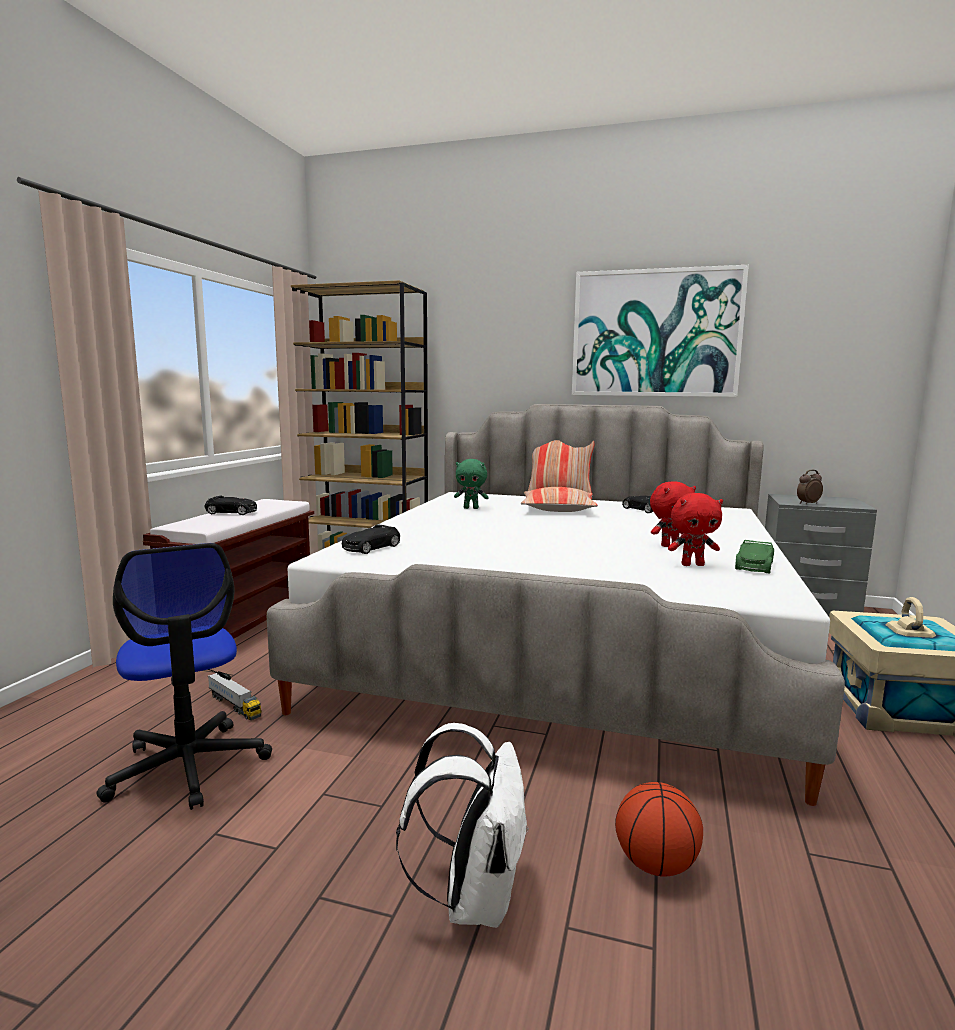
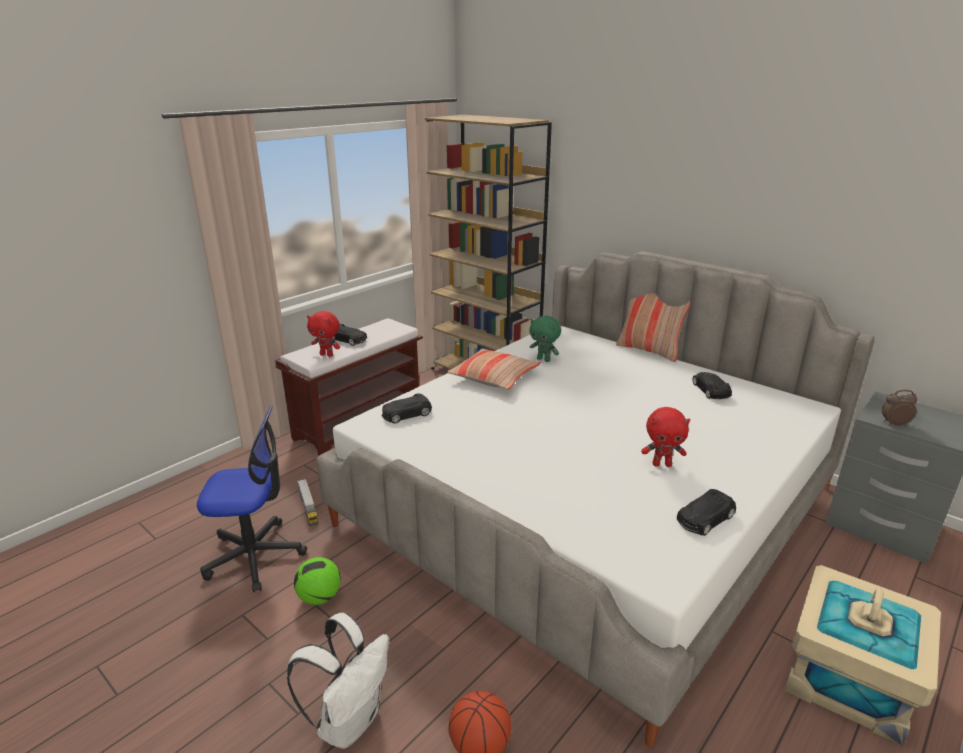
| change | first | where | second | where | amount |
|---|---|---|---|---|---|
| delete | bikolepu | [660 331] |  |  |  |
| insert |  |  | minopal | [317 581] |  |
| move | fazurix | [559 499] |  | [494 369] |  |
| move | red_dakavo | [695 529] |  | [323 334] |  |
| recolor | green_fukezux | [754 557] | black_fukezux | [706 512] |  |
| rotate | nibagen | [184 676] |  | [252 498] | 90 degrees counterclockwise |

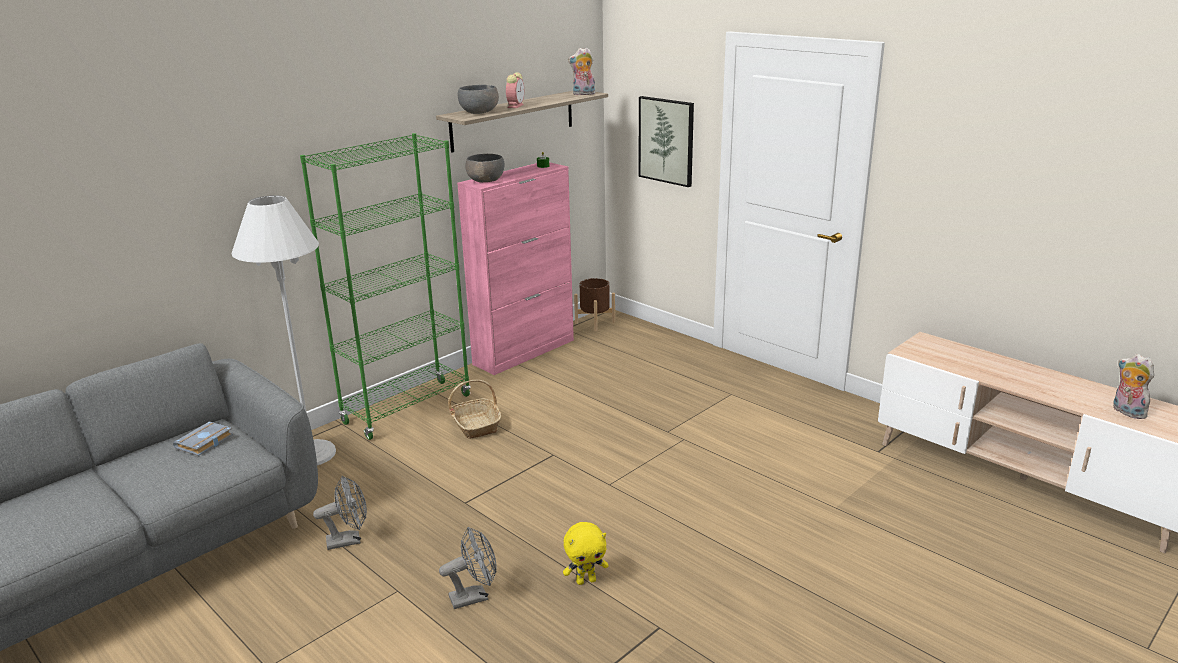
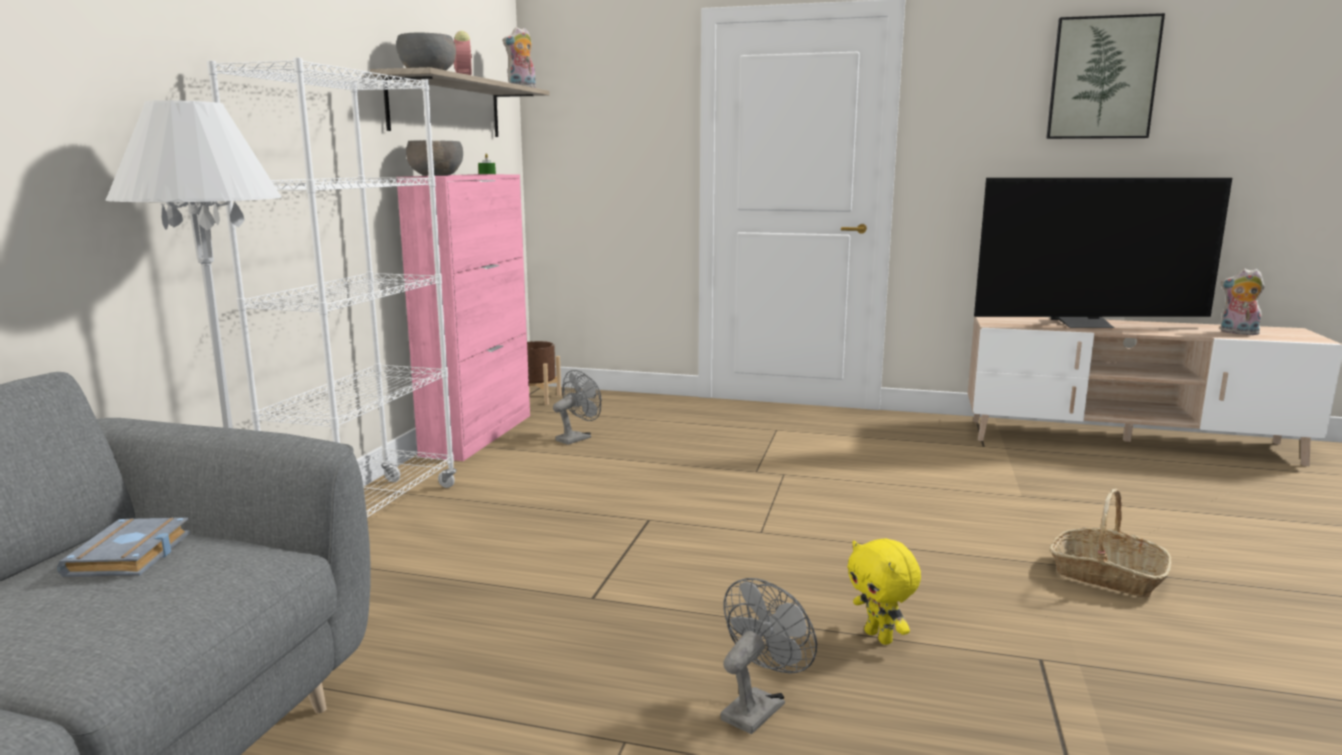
| change | first | where | second | where | amount |
|---|---|---|---|---|---|
| insert |  |  | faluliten | [1103 253] |  |
| move | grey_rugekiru | [340 513] |  | [577 407] |  |
| move | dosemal | [474 409] |  | [1111 543] |  |
| move | bikolepu | [666 141] |  | [1105 76] |  |
| recolor | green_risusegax | [385 286] | white_risusegax | [331 287] |  |
| rotate | yellow_dakavo | [586 553] |  | [884 591] | 105 degrees clockwise |

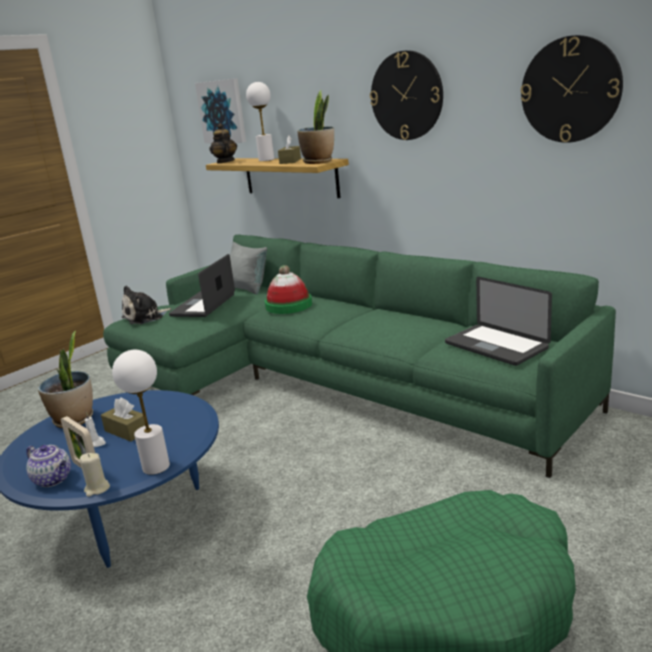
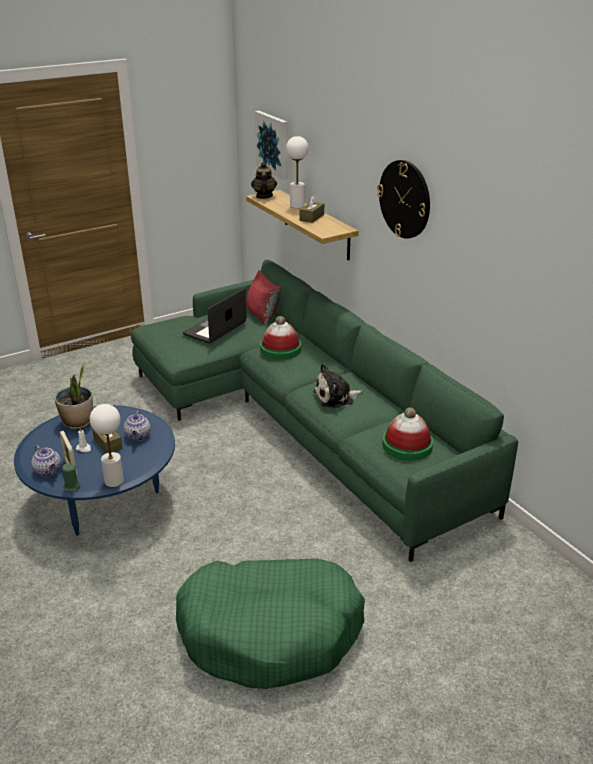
| change | first | where | second | where | amount |
|---|---|---|---|---|---|
| delete | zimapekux | [315 127] |  |  |  |
| delete | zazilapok | [572 89] |  |  |  |
| insert |  |  | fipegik | [137 425] |  |
| move | dakavo | [147 304] |  | [337 386] |  |
| replace | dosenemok | [498 321] | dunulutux | [407 434] |  |
| recolor | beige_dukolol | [95 475] | green_dukolol | [71 478] |  |
| recolor | grey_fazurix | [248 268] | red_fazurix | [263 298] |  |

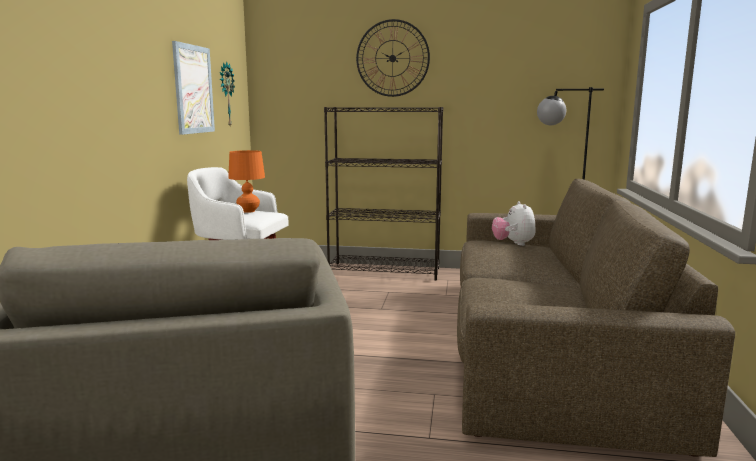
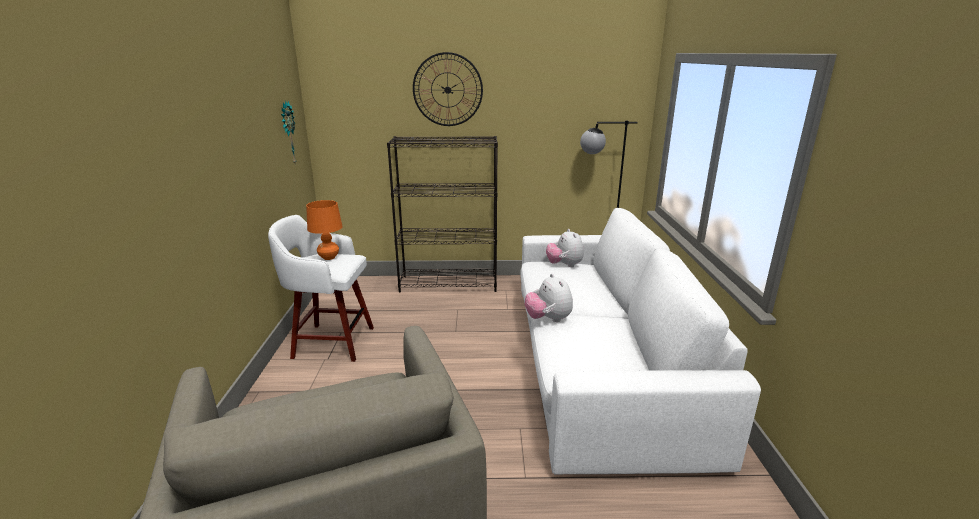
| change | first | where | second | where | amount |
|---|---|---|---|---|---|
| delete | bikolepu | [193 88] |  |  |  |
| insert |  |  | dakavo | [549 298] |  |
| recolor | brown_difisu | [596 318] | white_difisu | [640 341] |  |

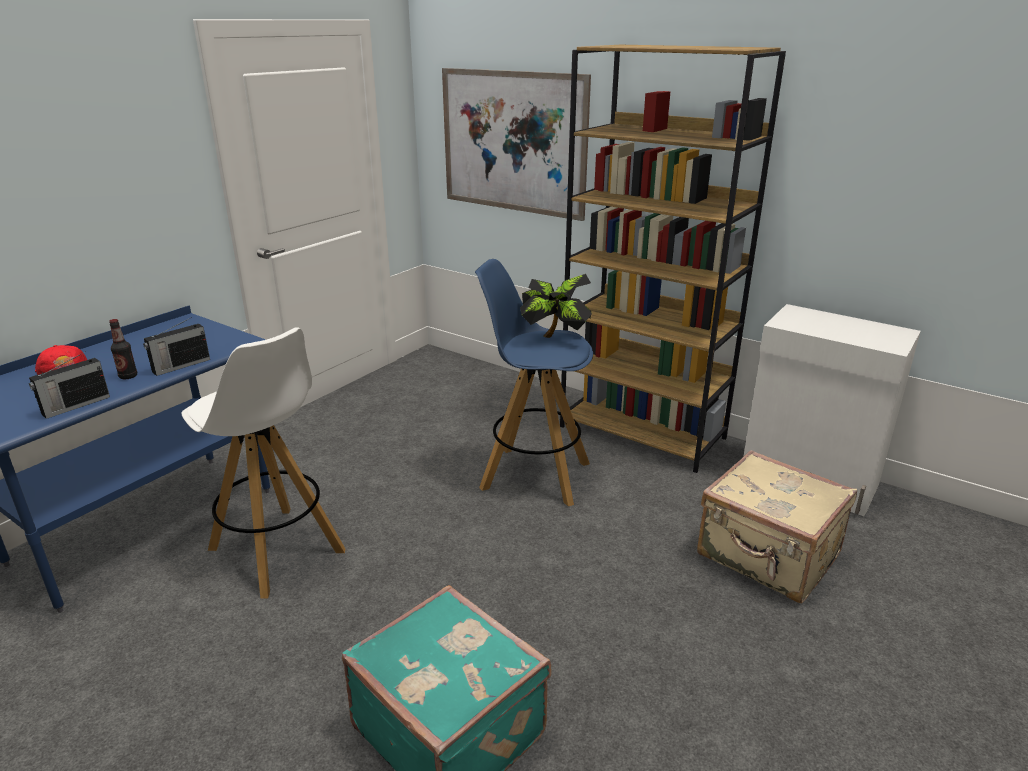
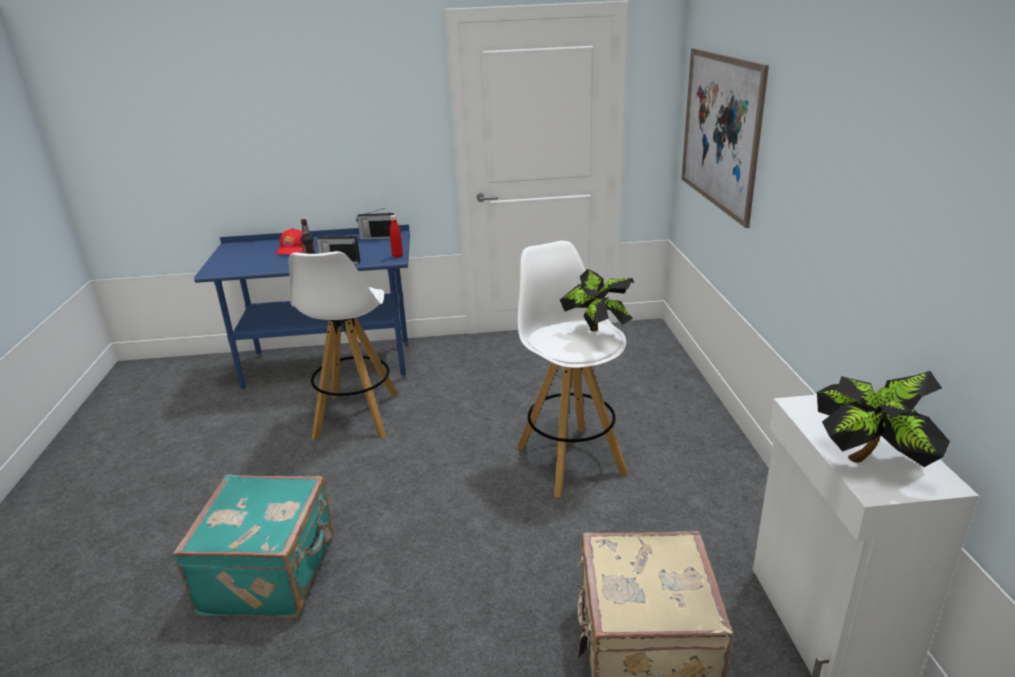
| change | first | where | second | where | amount |
|---|---|---|---|---|---|
| delete | brown_risusegax | [673 259] |  |  |  |
| insert |  |  | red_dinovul | [396 236] |  |
| insert |  |  | zimapekux | [883 419] |  |
| move | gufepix | [69 385] |  | [375 223] |  |
| recolor | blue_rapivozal | [534 382] | white_rapivozal | [572 369] |  |

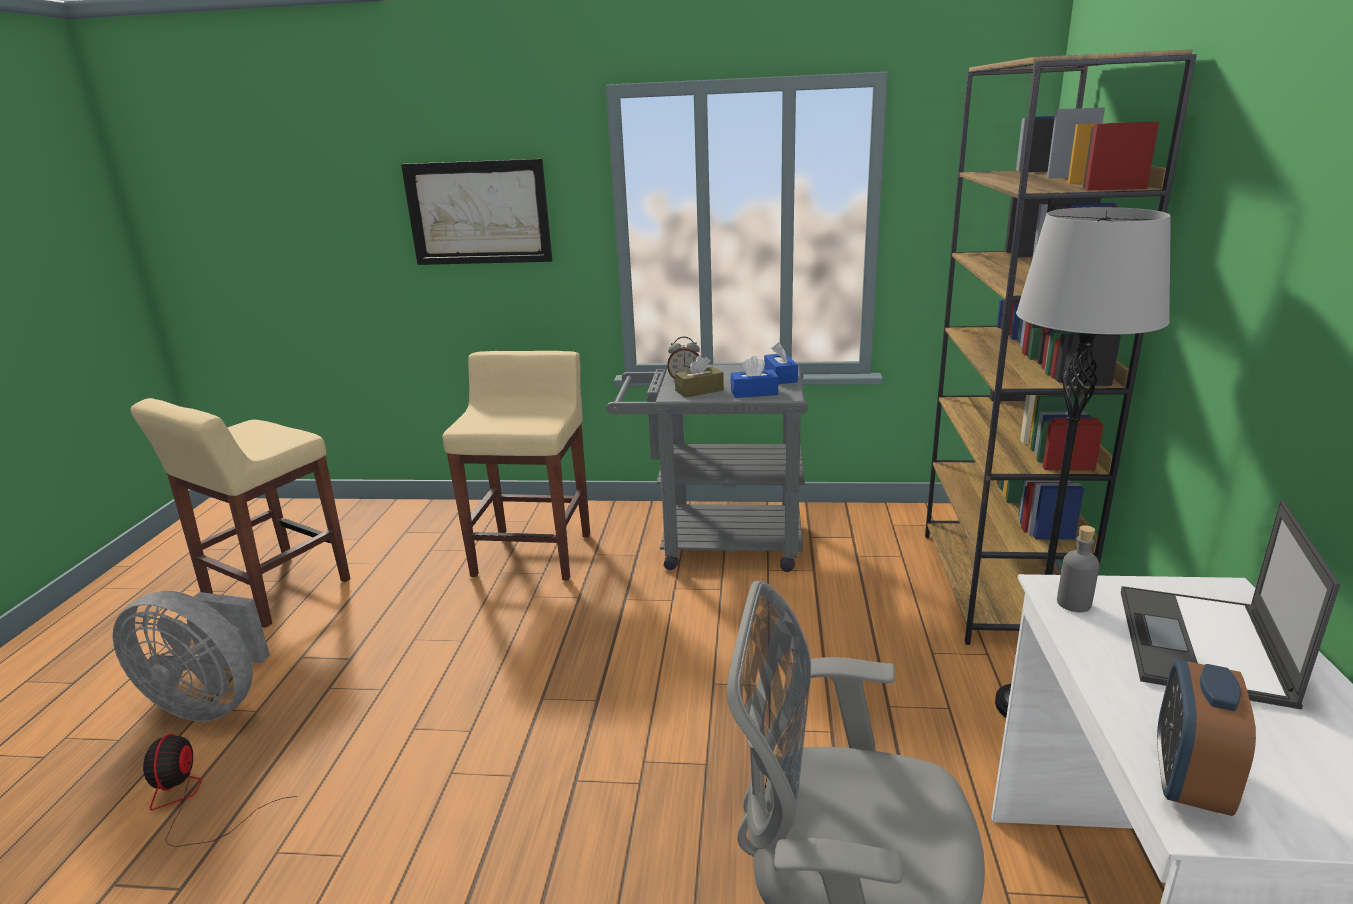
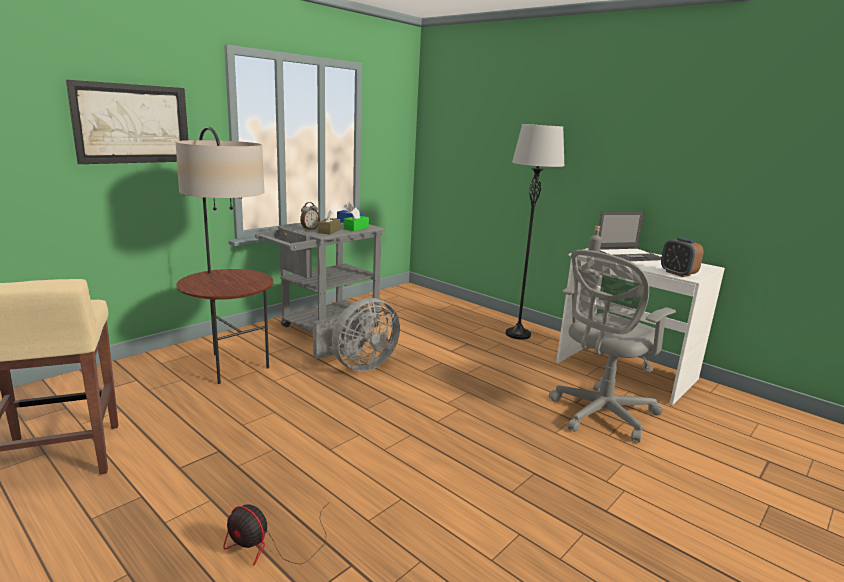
| change | first | where | second | where | amount |
|---|---|---|---|---|---|
| delete | brown_risusegax | [1061 347] |  |  |  |
| move | grey_rugekiru | [191 656] |  | [356 334] |  |
| replace | beige_rapivozal | [516 466] | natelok | [224 255] |  |
| recolor | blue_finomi | [755 377] | green_finomi | [356 219] |  |
| rotate | dosenemok | [1230 605] |  | [629 236] | 75 degrees counterclockwise |

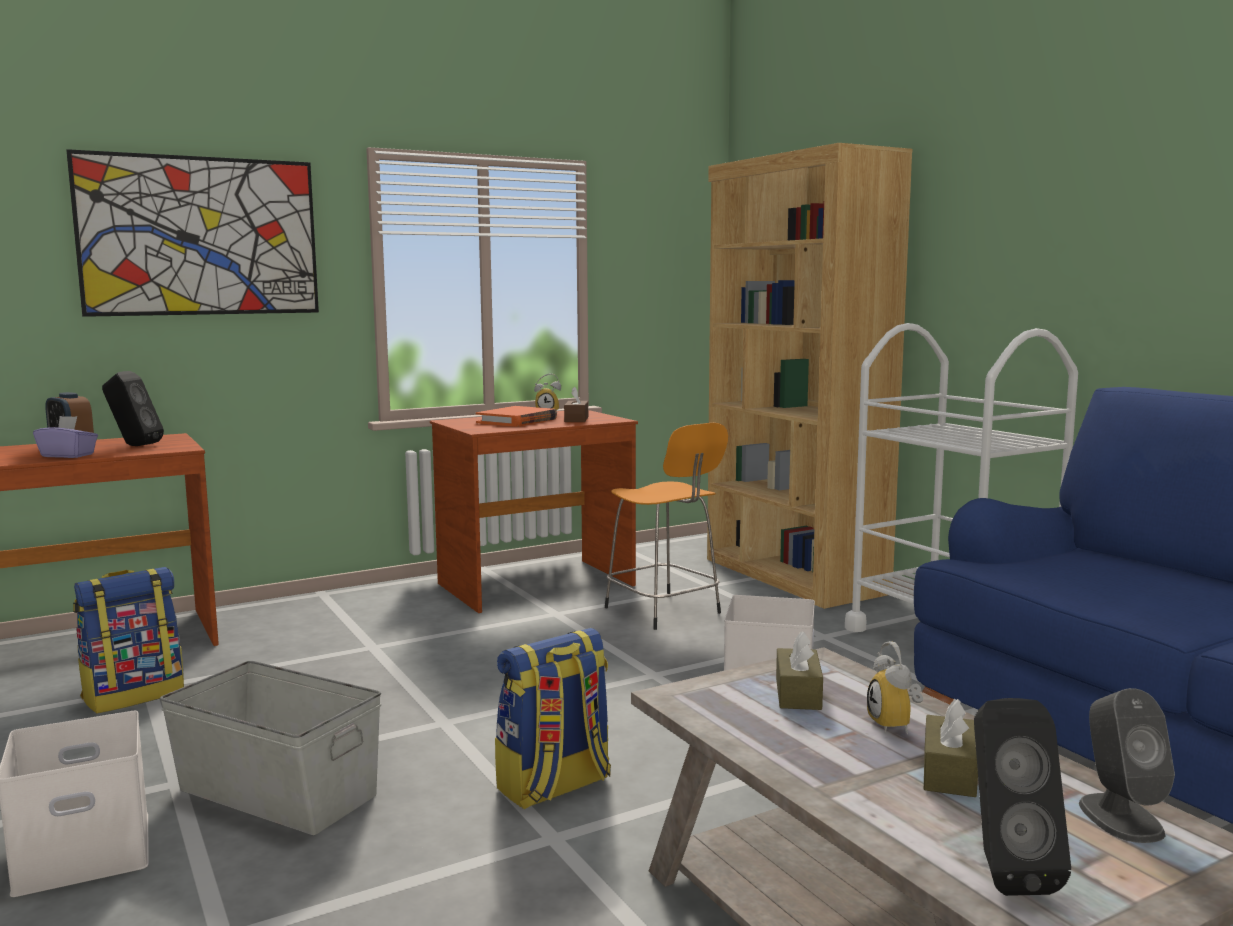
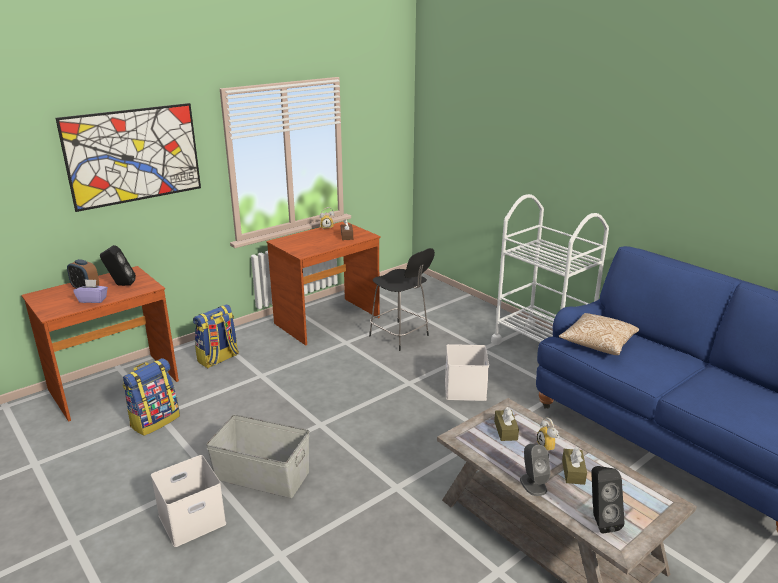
| change | first | where | second | where | amount |
|---|---|---|---|---|---|
| delete | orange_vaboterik | [516 416] |  |  |  |
| delete | brown_risusegax | [809 376] |  |  |  |
| insert |  |  | fazurix | [599 334] |  |
| move | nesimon | [553 718] |  | [216 336] |  |
| move | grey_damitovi | [1127 765] |  | [535 470] |  |
| recolor | orange_rapivozal | [666 526] | black_rapivozal | [402 299] |  |

